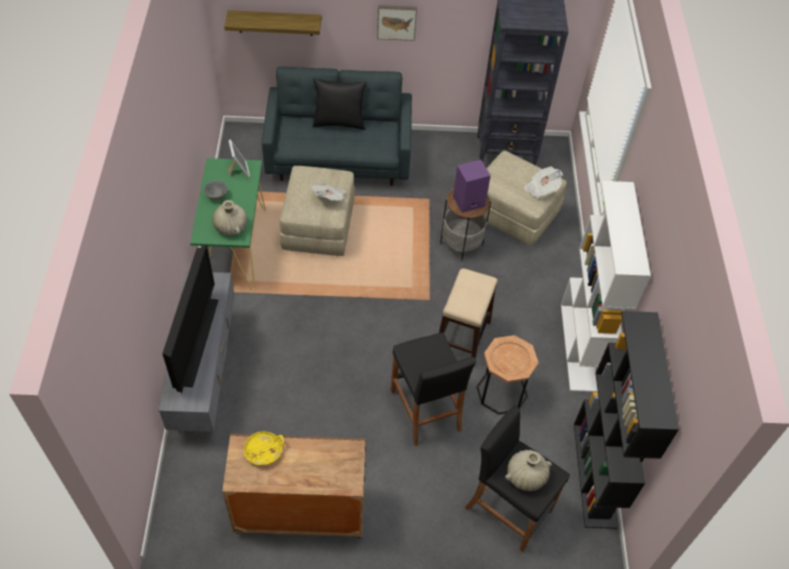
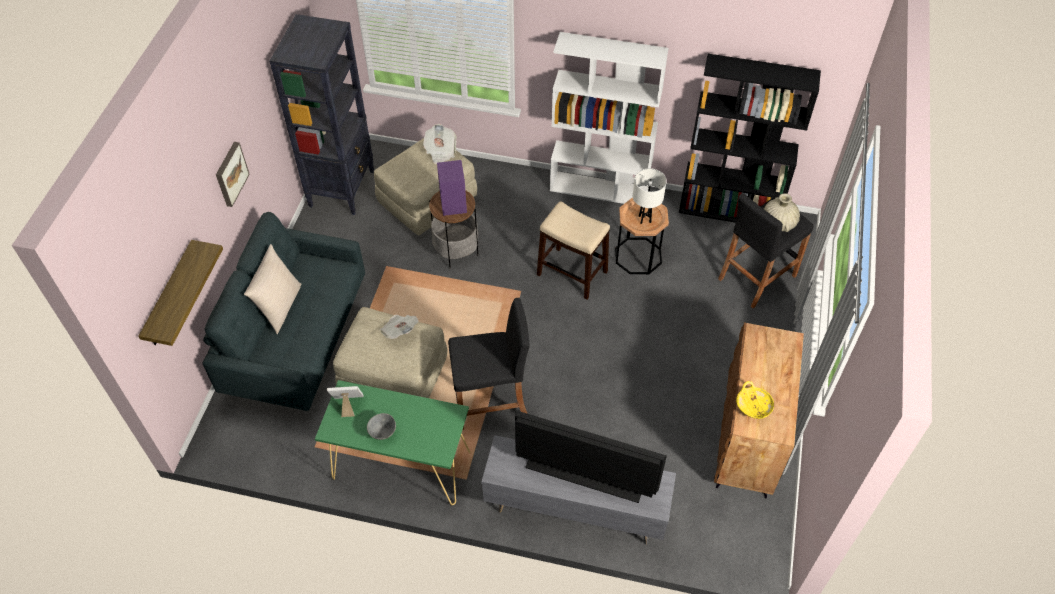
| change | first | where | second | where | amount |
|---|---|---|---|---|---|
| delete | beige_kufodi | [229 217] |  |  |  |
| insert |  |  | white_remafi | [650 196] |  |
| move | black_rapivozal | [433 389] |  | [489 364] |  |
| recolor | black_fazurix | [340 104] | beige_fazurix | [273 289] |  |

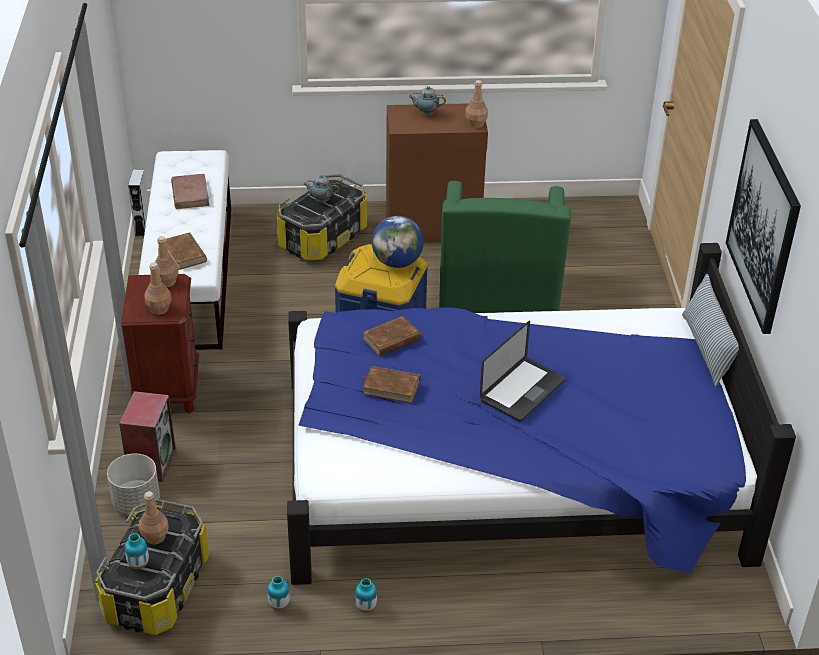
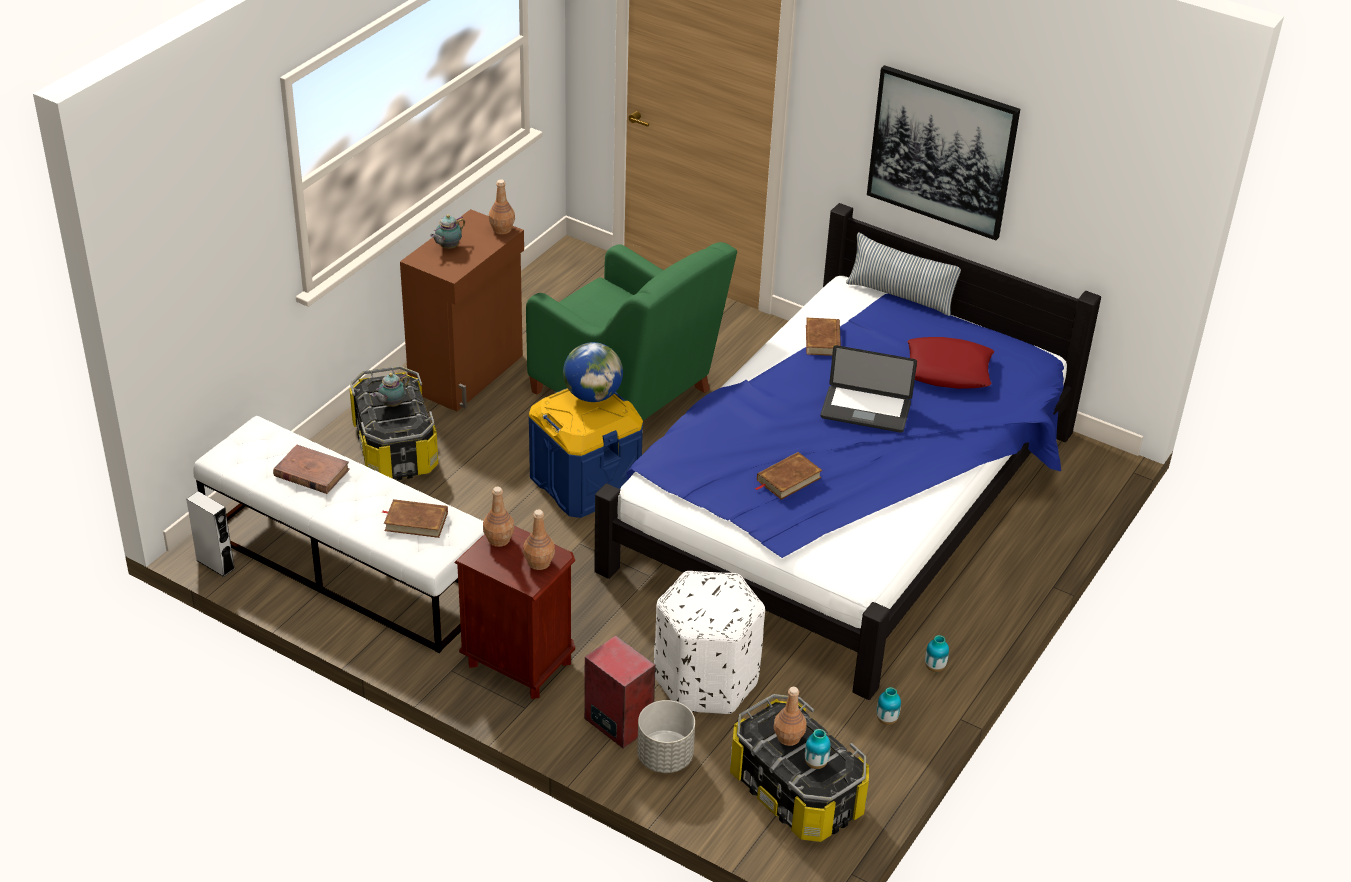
| change | first | where | second | where | amount |
|---|---|---|---|---|---|
| insert |  |  | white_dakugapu | [709 642] |  |
| insert |  |  | red_fazurix | [951 363] |  |
| move | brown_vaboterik | [392 336] |  | [823 337] |  |
| rotate | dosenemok | [523 371] |  | [868 389] | 120 degrees clockwise |

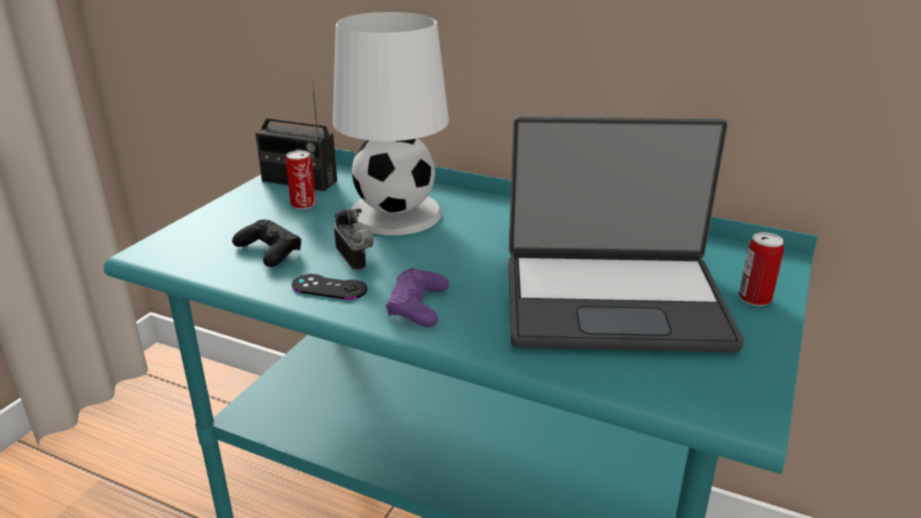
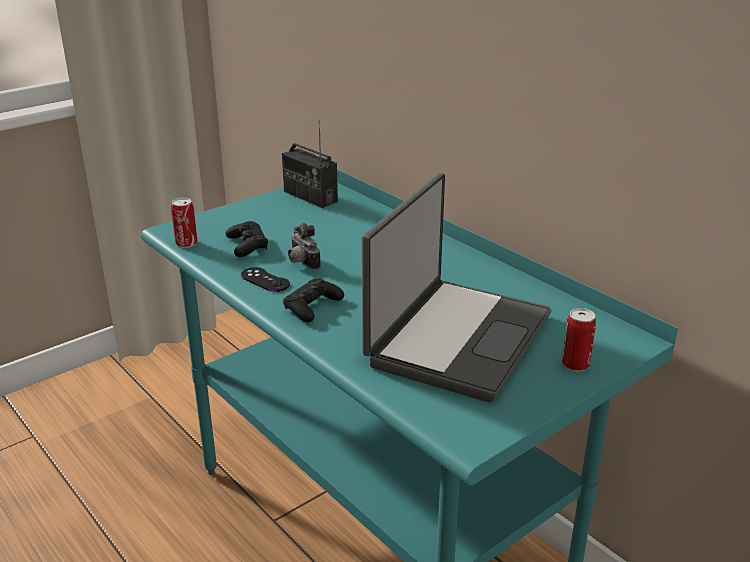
| change | first | where | second | where | amount |
|---|---|---|---|---|---|
| delete | white_remafi | [391 123] |  |  |  |
| move | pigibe | [301 179] |  | [184 223] |  |
| recolor | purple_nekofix | [417 297] | black_nekofix | [313 300] |  |
| rotate | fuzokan | [353 239] |  | [304 246] | 150 degrees clockwise |
| rotate | dosenemok | [626 234] |  | [456 288] | 90 degrees counterclockwise |

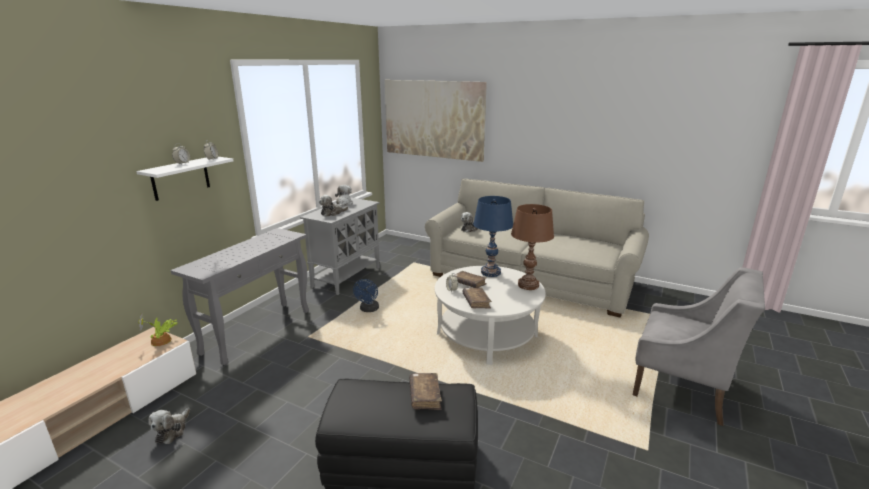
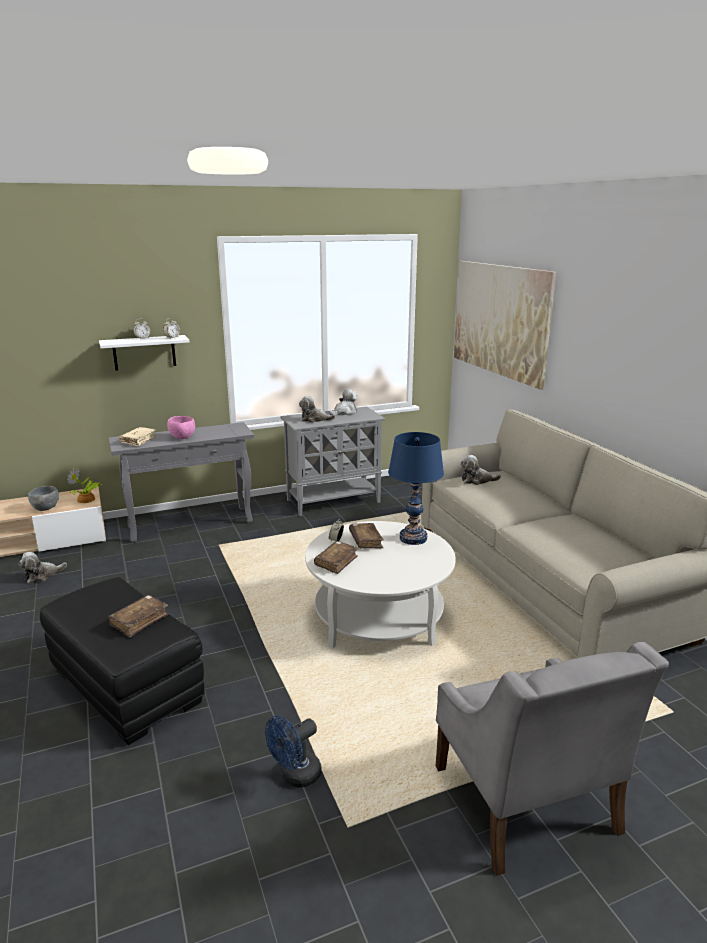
| change | first | where | second | where | amount |
|---|---|---|---|---|---|
| delete | brown_remafi | [532 247] |  |  |  |
| insert |  |  | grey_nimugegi | [43 498] |  |
| insert |  |  | beige_vaboterik | [137 437] |  |
| insert |  |  | pink_nimugegi | [181 427] |  |
| move | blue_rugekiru | [366 295] |  | [293 752] |  |

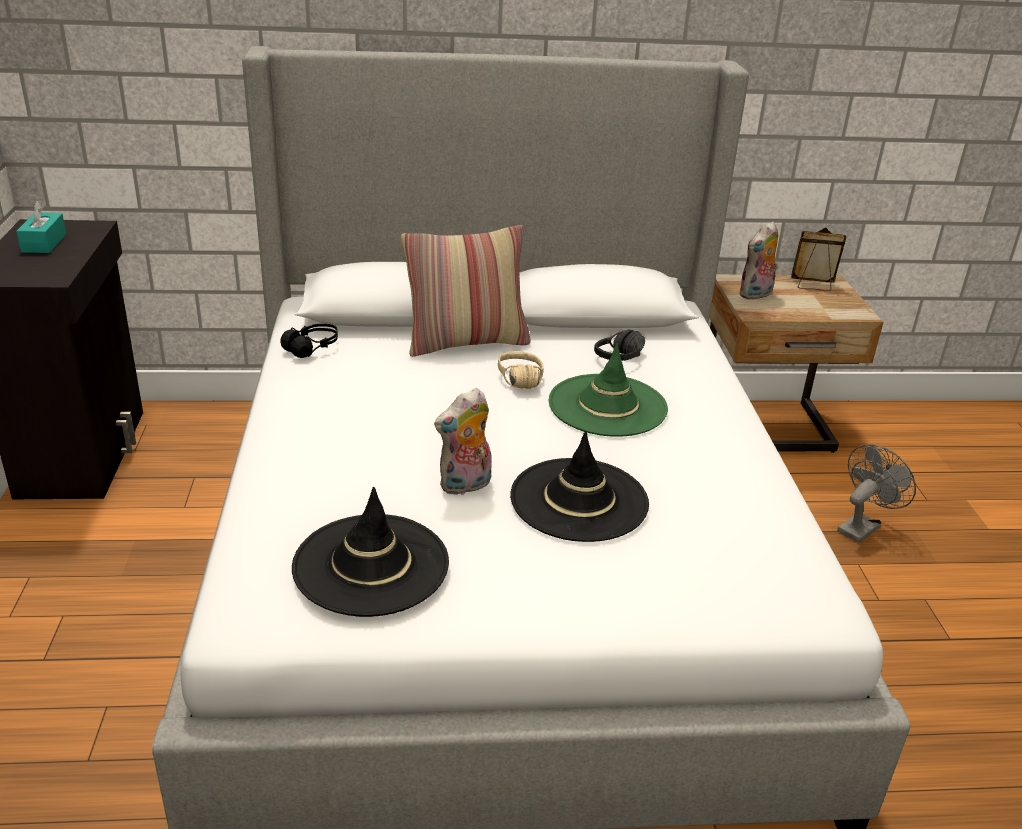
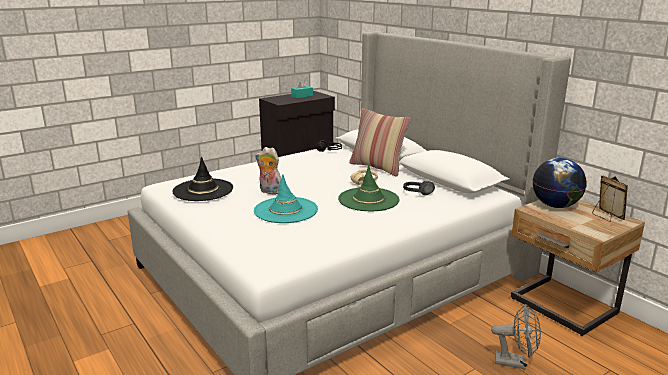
| change | first | where | second | where | amount |
|---|---|---|---|---|---|
| replace | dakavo | [758 261] | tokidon | [560 183] |  |
| recolor | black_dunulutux | [579 486] | turquoise_dunulutux | [286 198] |  |

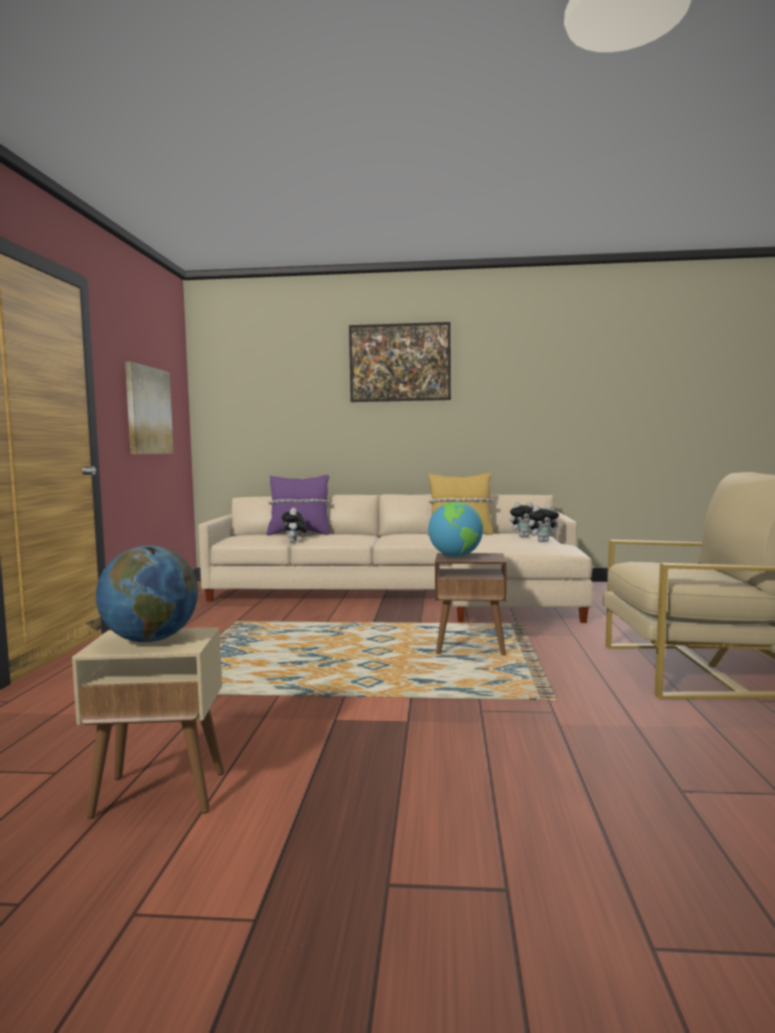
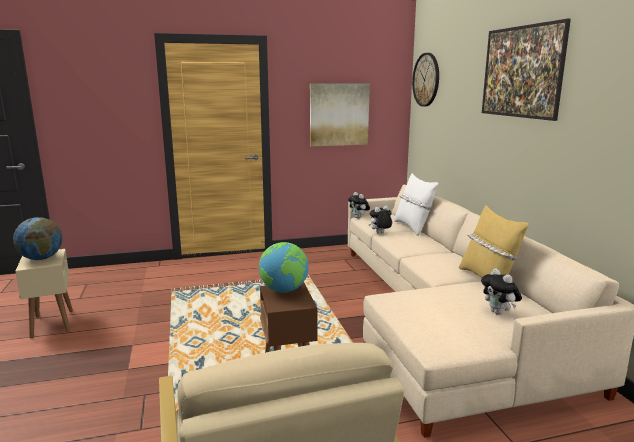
| change | first | where | second | where | amount |
|---|---|---|---|---|---|
| insert |  |  | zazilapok | [425 80] |  |
| move | dakavo | [544 523] |  | [359 205] |  |
| recolor | purple_fazurix | [298 505] | white_fazurix | [416 204] |  |

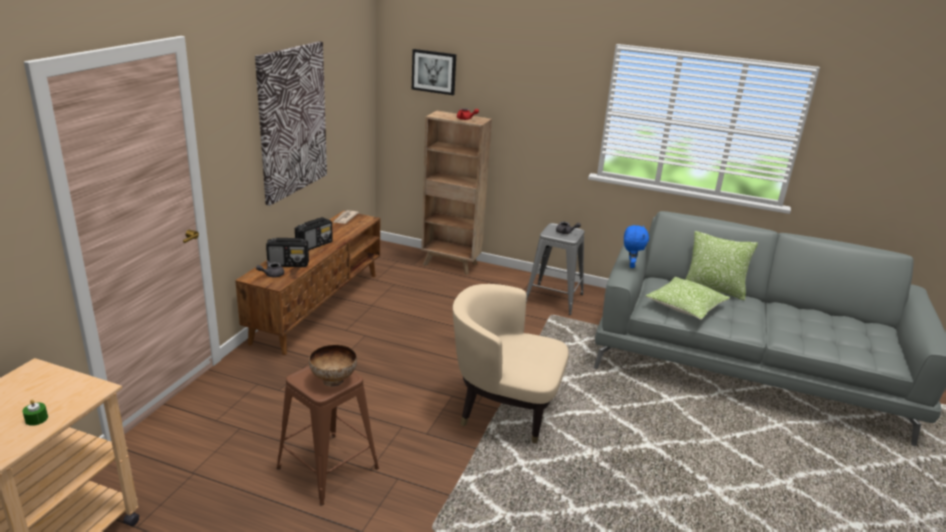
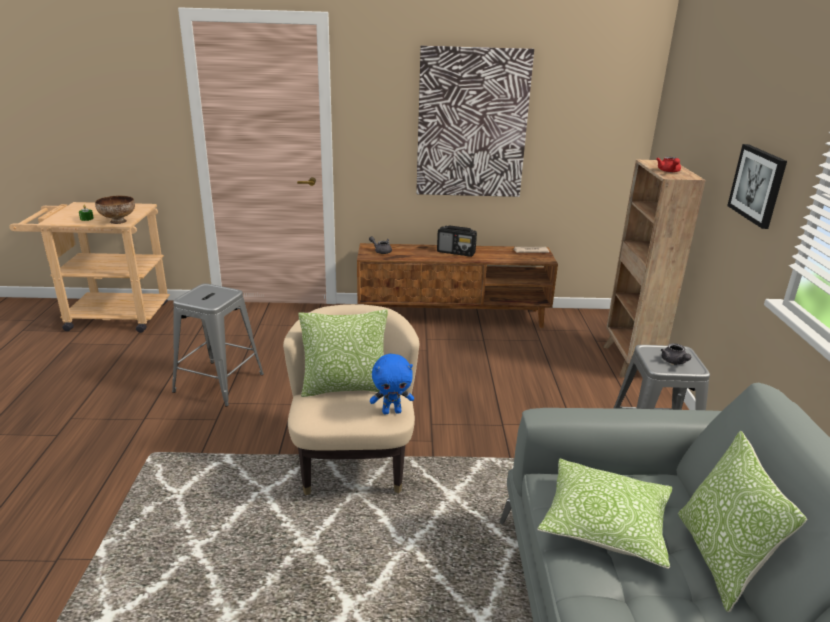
| change | first | where | second | where | amount |
|---|---|---|---|---|---|
| delete | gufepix | [287 252] |  |  |  |
| insert |  |  | fazurix | [343 353] |  |
| move | nimugegi | [333 365] |  | [115 210] |  |
| move | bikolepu | [434 72] |  | [757 186] |  |
| move | blue_dakavo | [636 246] |  | [392 384] |  |
| recolor | brown_rapivozal | [328 436] | grey_rapivozal | [218 345] |  |

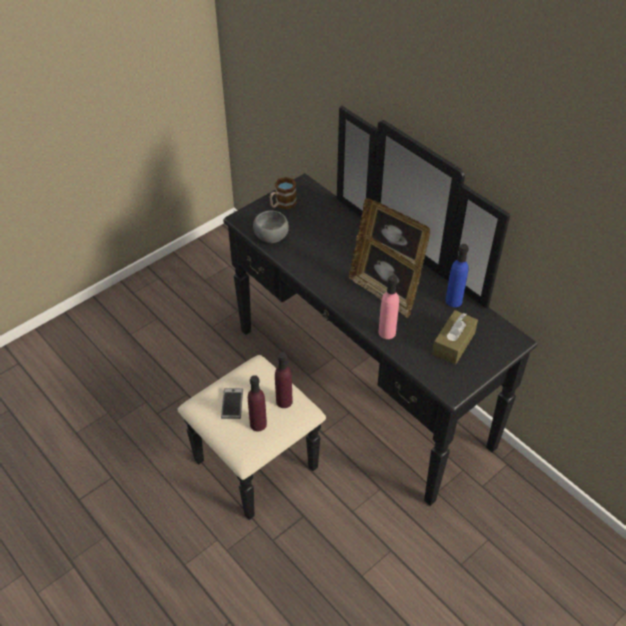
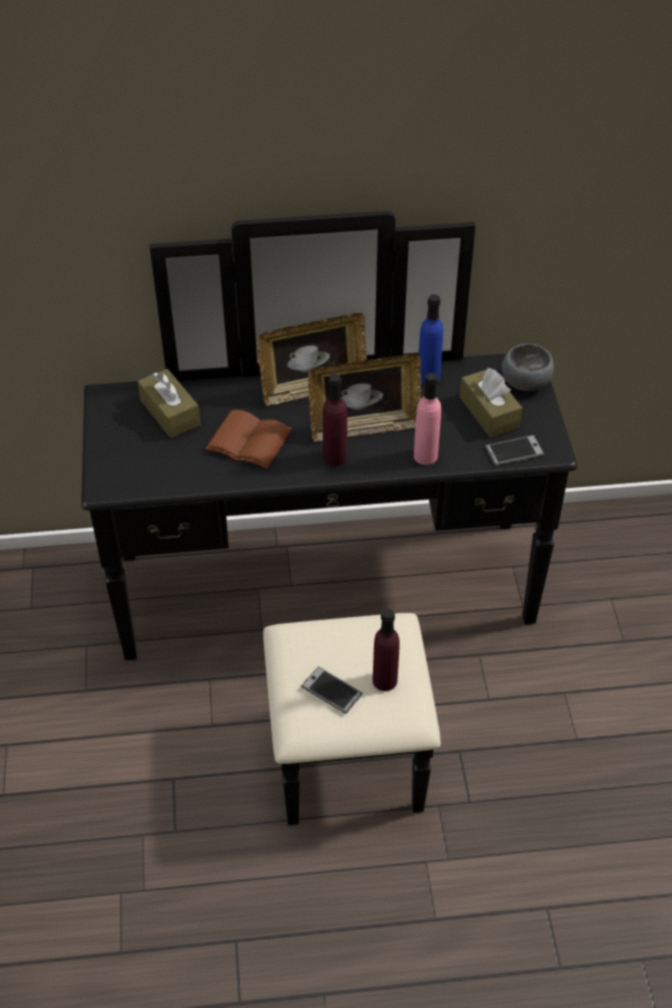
| change | first | where | second | where | amount |
|---|---|---|---|---|---|
| delete | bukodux | [283 193] |  |  |  |
| insert |  |  | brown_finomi | [169 403] |  |
| insert |  |  | brown_vaboterik | [248 439] |  |
| insert |  |  | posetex | [514 450] |  |
| move | grey_nimugegi | [271 226] |  | [528 367] |  |
| move | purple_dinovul | [284 380] |  | [335 420] |  |

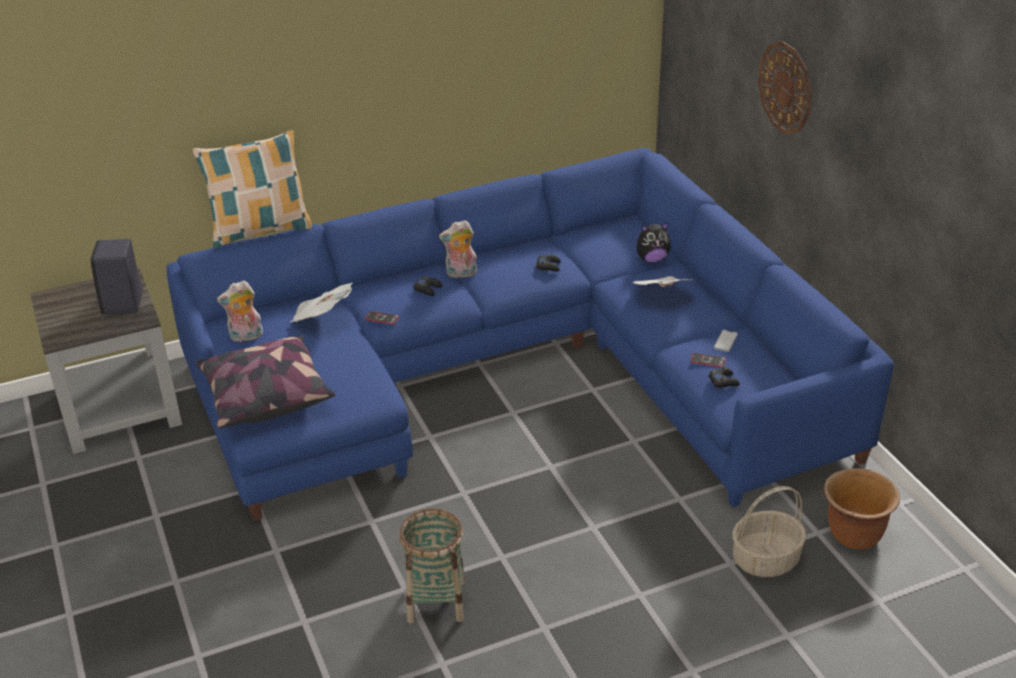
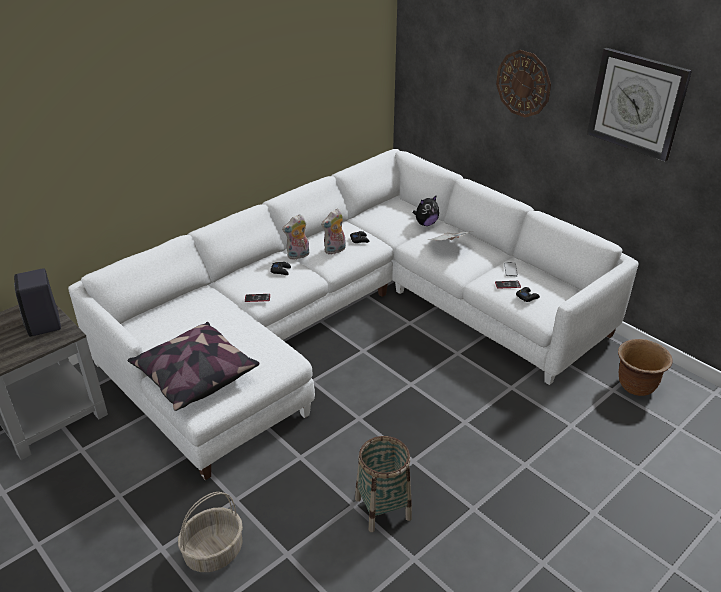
| change | first | where | second | where | amount |
|---|---|---|---|---|---|
| delete | fazurix | [252 189] |  |  |  |
| delete | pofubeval | [321 303] |  |  |  |
| insert |  |  | zazilapok | [639 104] |  |
| move | dakavo | [240 311] |  | [333 231] |  |
| move | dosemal | [769 531] |  | [210 532] |  |
| recolor | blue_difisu | [530 335] | white_difisu | [353 314] |  |

